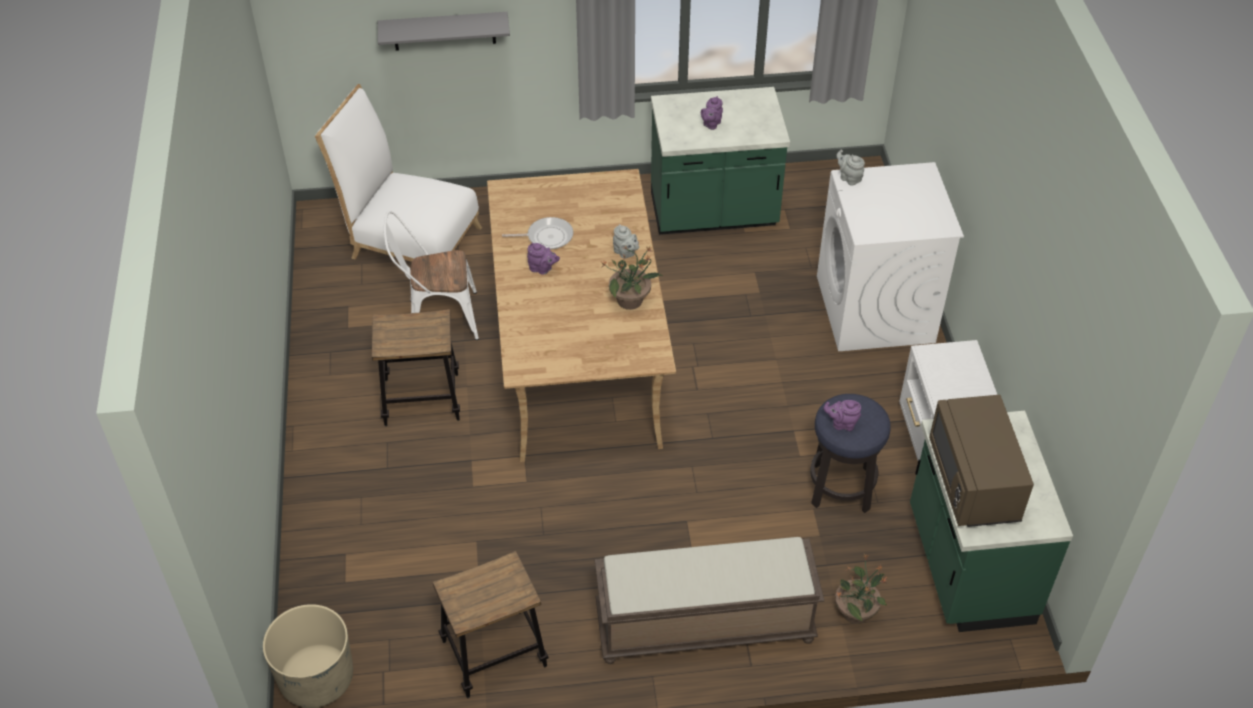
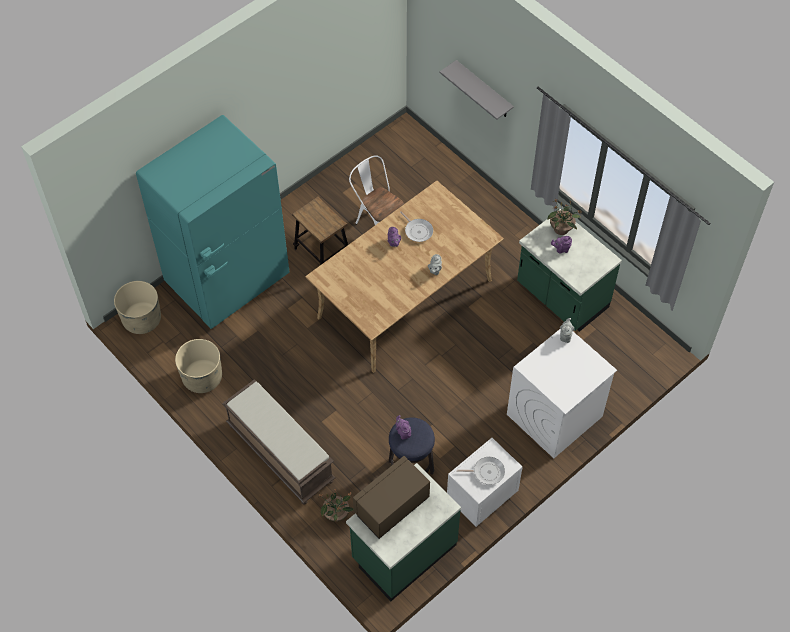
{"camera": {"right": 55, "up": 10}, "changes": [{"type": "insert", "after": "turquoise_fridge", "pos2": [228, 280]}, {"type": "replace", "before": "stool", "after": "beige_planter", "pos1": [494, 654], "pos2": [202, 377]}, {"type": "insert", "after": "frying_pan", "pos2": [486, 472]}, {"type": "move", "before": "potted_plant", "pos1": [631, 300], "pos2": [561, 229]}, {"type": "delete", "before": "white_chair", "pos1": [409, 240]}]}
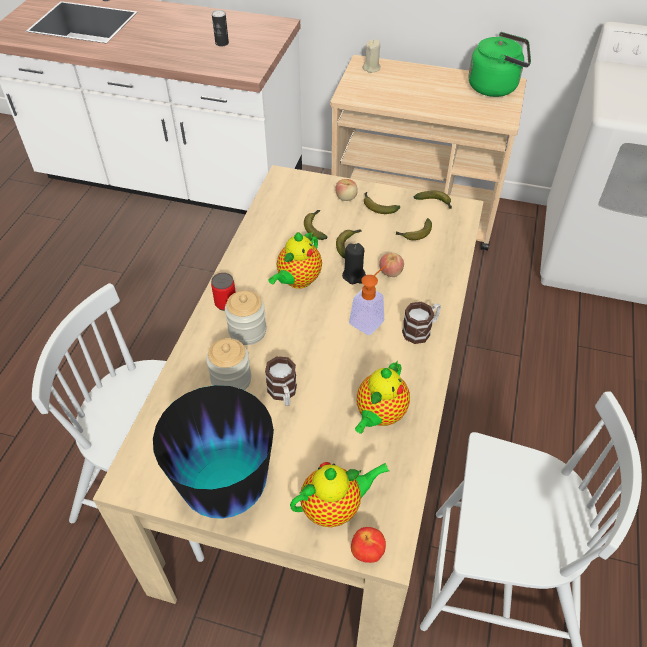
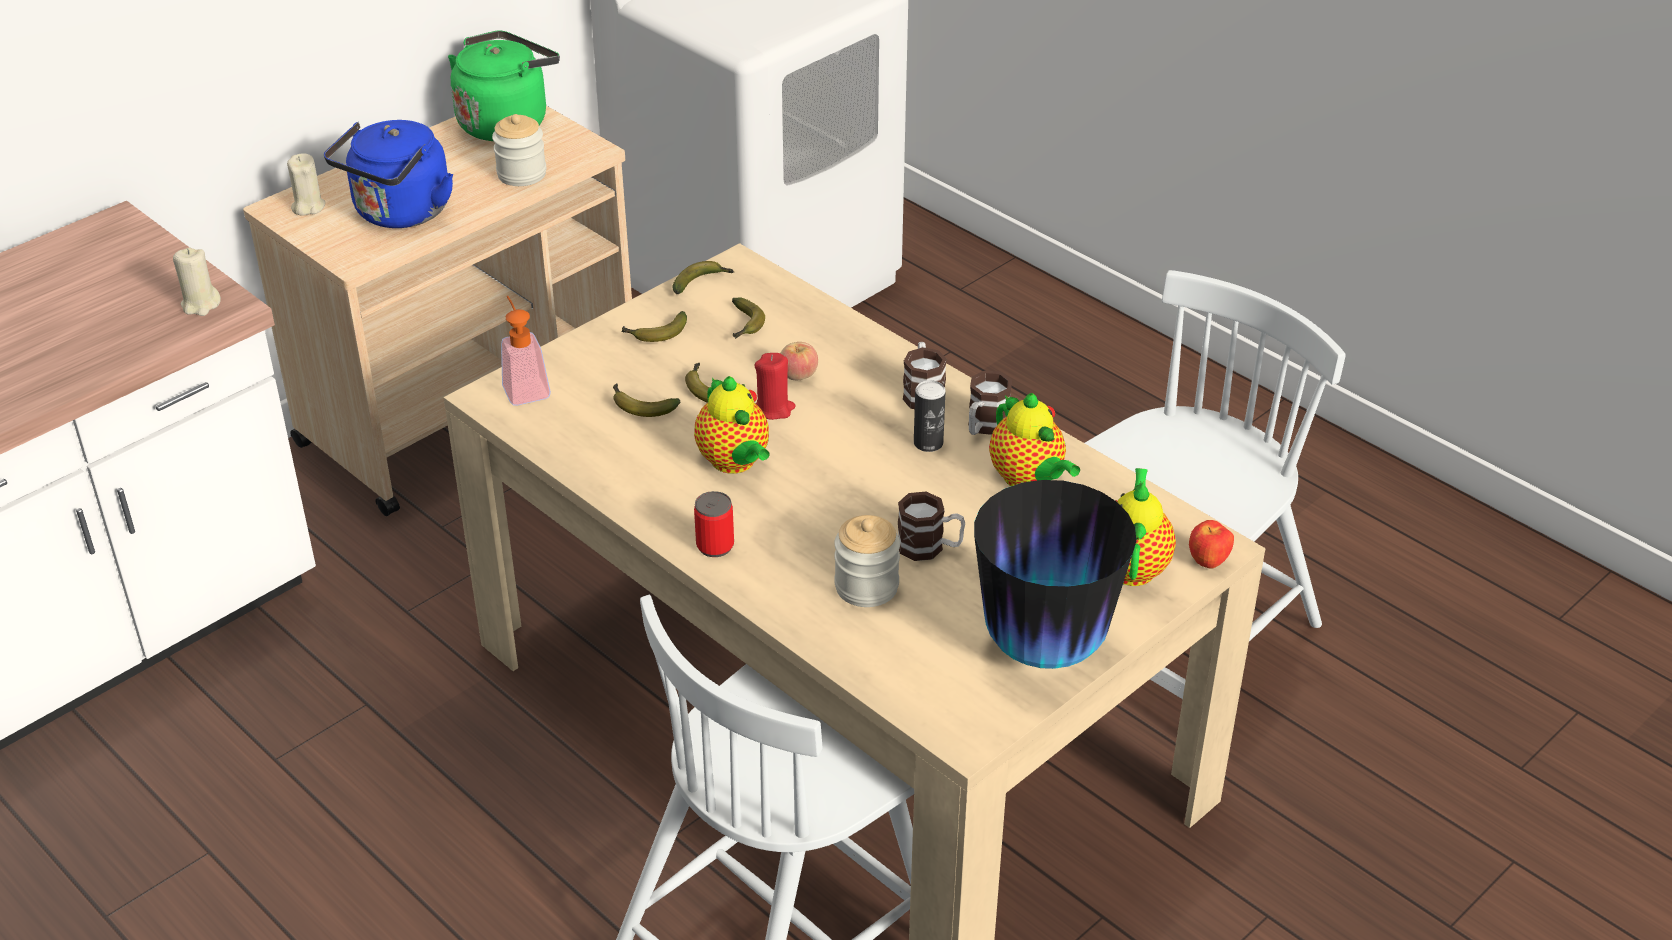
{"camera": {"right": -60, "up": -10}, "changes": [{"type": "insert", "after": "beige_candle", "pos2": [201, 305]}, {"type": "insert", "after": "blue_kettle", "pos2": [399, 214]}, {"type": "move", "before": "jar", "pos1": [247, 331], "pos2": [522, 174]}, {"type": "move", "before": "soap_dispenser", "pos1": [370, 319], "pos2": [524, 387]}, {"type": "recolor", "before": "black_candle", "after": "red_candle", "pos1": [354, 276], "pos2": [773, 409]}, {"type": "move", "before": "can", "pos1": [222, 43], "pos2": [928, 443]}, {"type": "insert", "after": "mug", "pos2": [984, 427]}, {"type": "delete", "before": "apple", "pos1": [346, 198]}]}
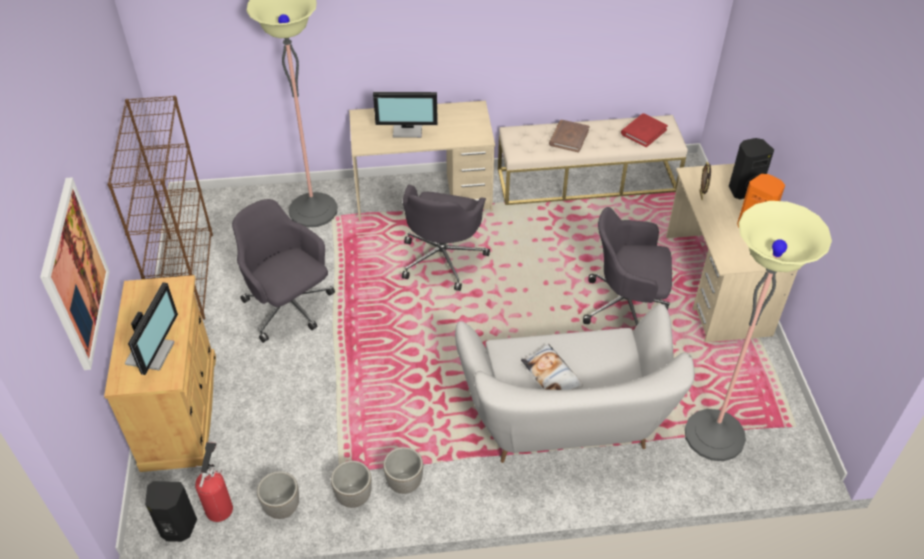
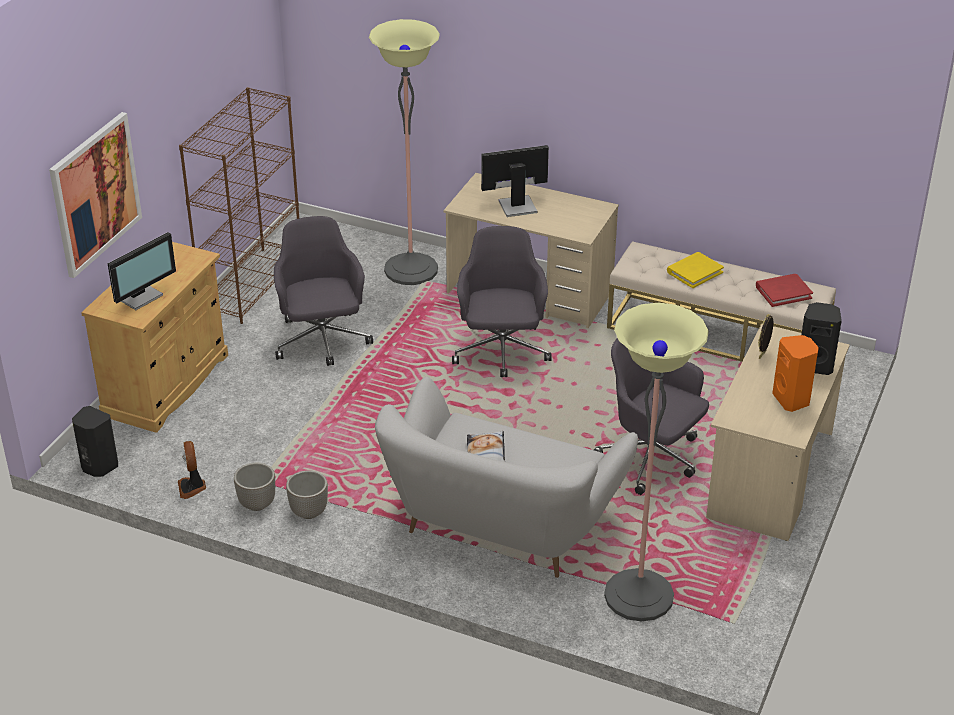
{"camera": {"right": 30, "up": -10}, "changes": [{"type": "replace", "before": "planter", "after": "fan", "pos1": [283, 507], "pos2": [192, 487]}, {"type": "rotate", "before": "grey_office_chair", "pos1": [443, 258], "pos2": [501, 352], "turn": 135}, {"type": "rotate", "before": "monitor", "pos1": [408, 129], "pos2": [516, 206], "turn": 135}, {"type": "recolor", "before": "brown_book", "after": "yellow_book", "pos1": [568, 138], "pos2": [694, 272]}, {"type": "delete", "before": "fire_extinguisher", "pos1": [220, 506]}]}
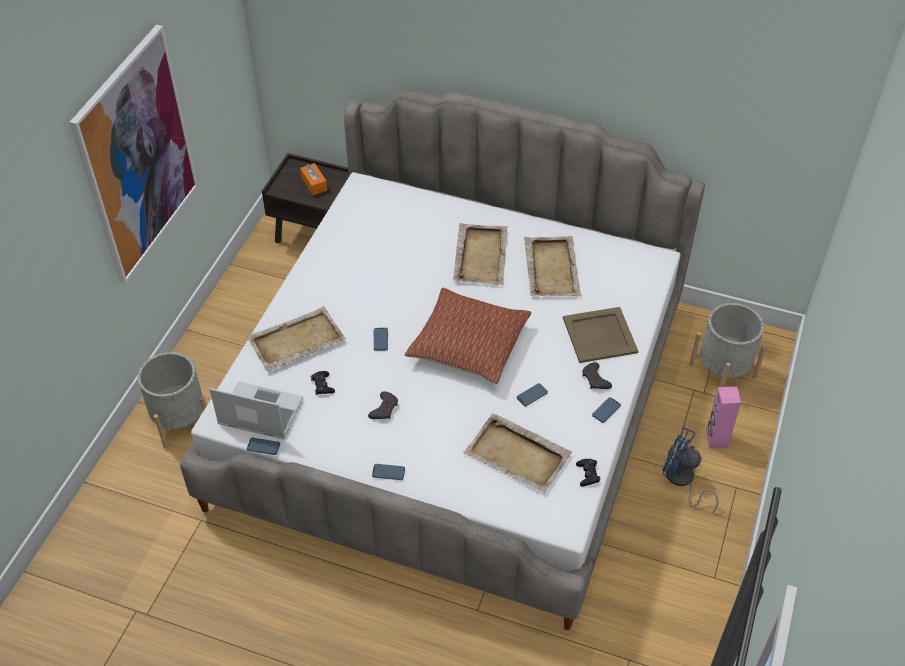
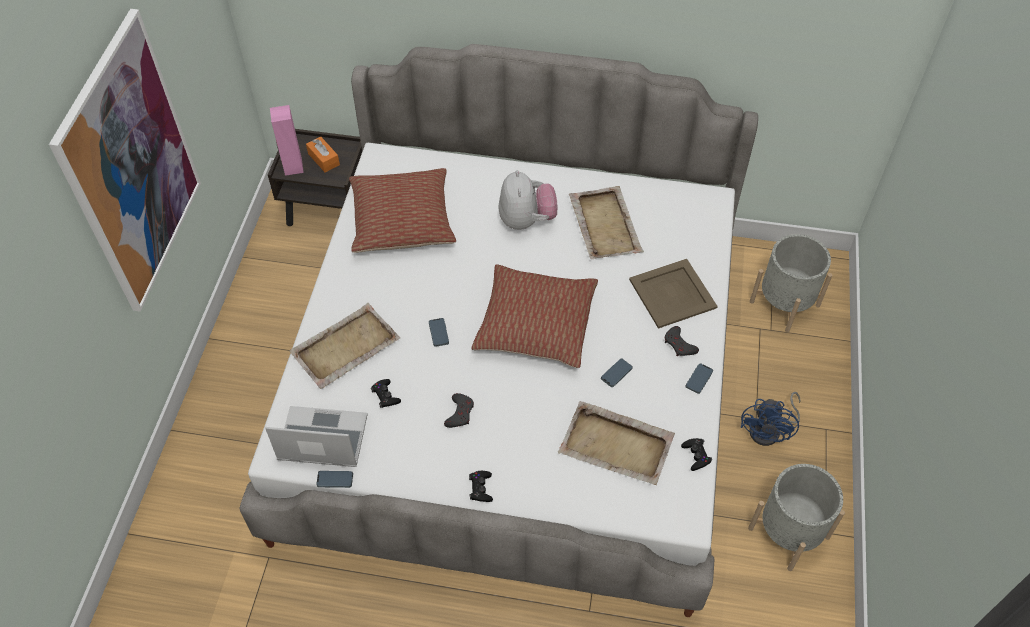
{"camera": {"right": -10, "up": 5}, "changes": [{"type": "move", "before": "pink_speaker", "pos1": [716, 439], "pos2": [293, 167]}, {"type": "insert", "after": "pillow", "pos2": [402, 221]}, {"type": "replace", "before": "phone", "after": "black_game_controller", "pos1": [388, 473], "pos2": [480, 488]}, {"type": "replace", "before": "beige_tray", "after": "plush_toy", "pos1": [481, 255], "pos2": [526, 220]}, {"type": "rotate", "before": "blue_fan", "pos1": [682, 481], "pos2": [770, 431], "turn": -90}, {"type": "move", "before": "grey_planter", "pos1": [180, 420], "pos2": [788, 532]}]}
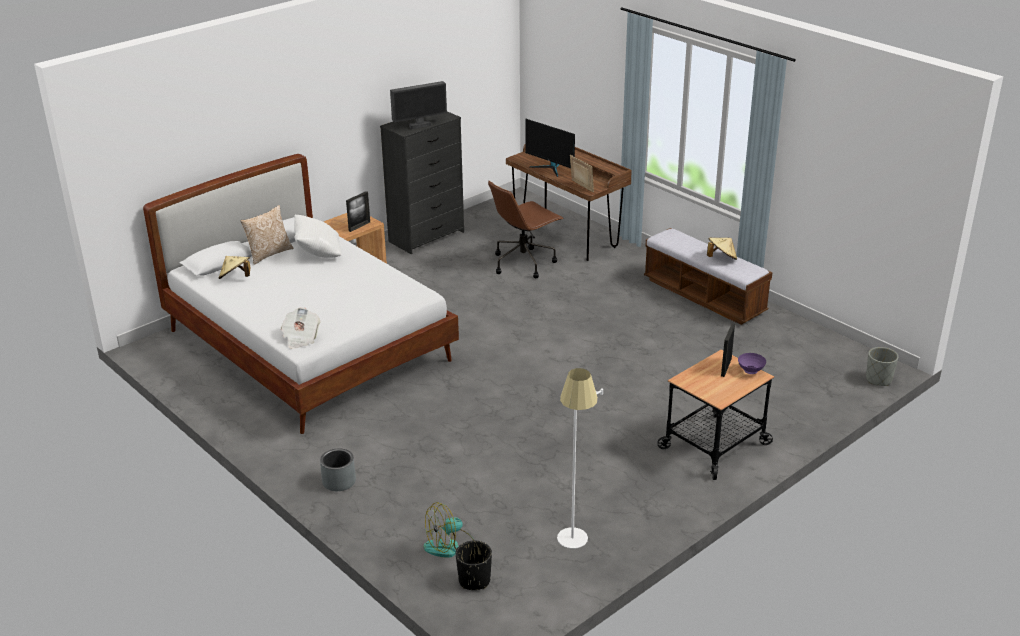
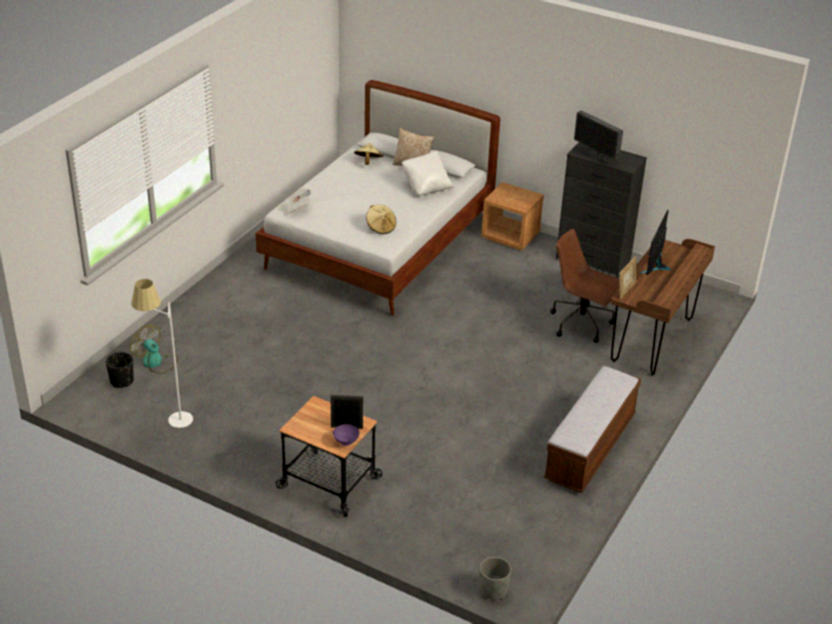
{"camera": {"right": 70, "up": 5}, "changes": [{"type": "move", "before": "beige_hat", "pos1": [721, 258], "pos2": [381, 227]}, {"type": "delete", "before": "grey_planter", "pos1": [339, 482]}, {"type": "delete", "before": "picture_frame", "pos1": [359, 226]}]}
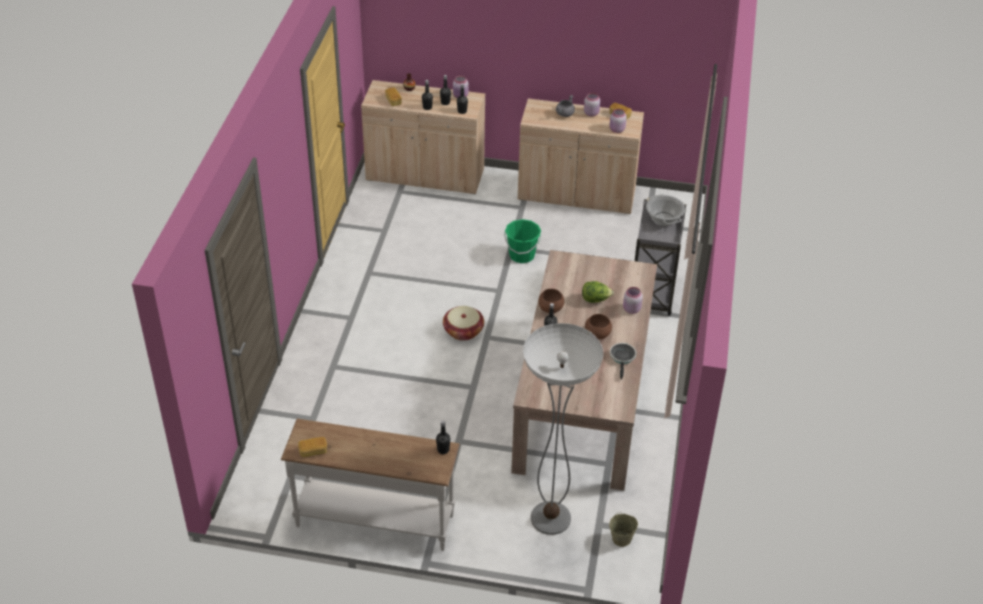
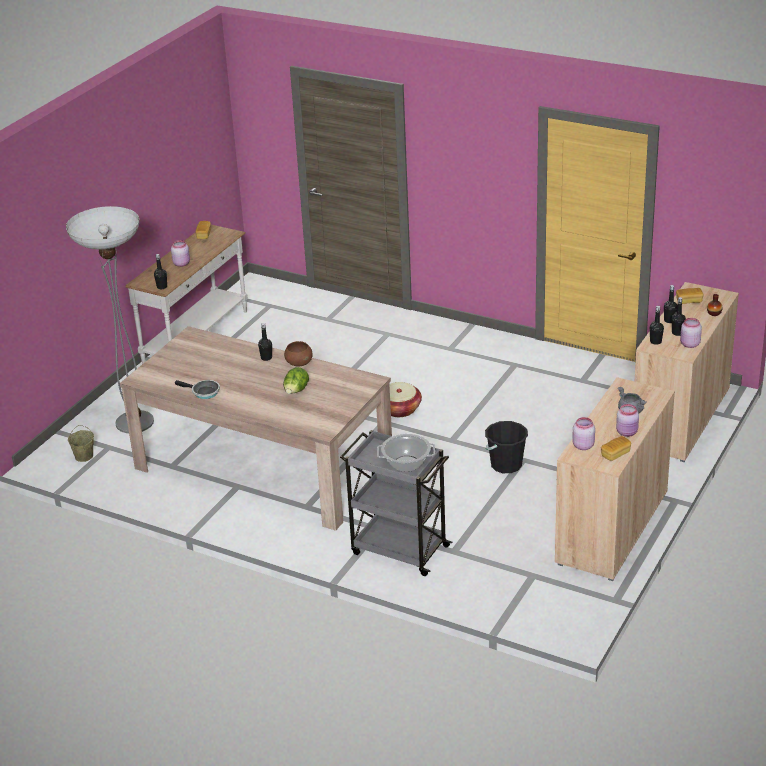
{"camera": {"right": 110, "up": -10}, "changes": [{"type": "move", "before": "pink_jar", "pos1": [631, 309], "pos2": [182, 263]}, {"type": "recolor", "before": "green_bucket", "after": "black_bucket", "pos1": [522, 255], "pos2": [506, 465]}, {"type": "delete", "before": "brown_bowl", "pos1": [597, 334]}]}
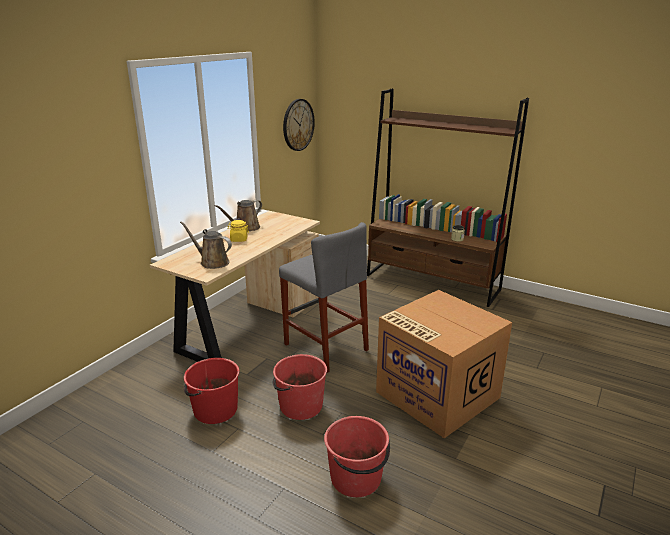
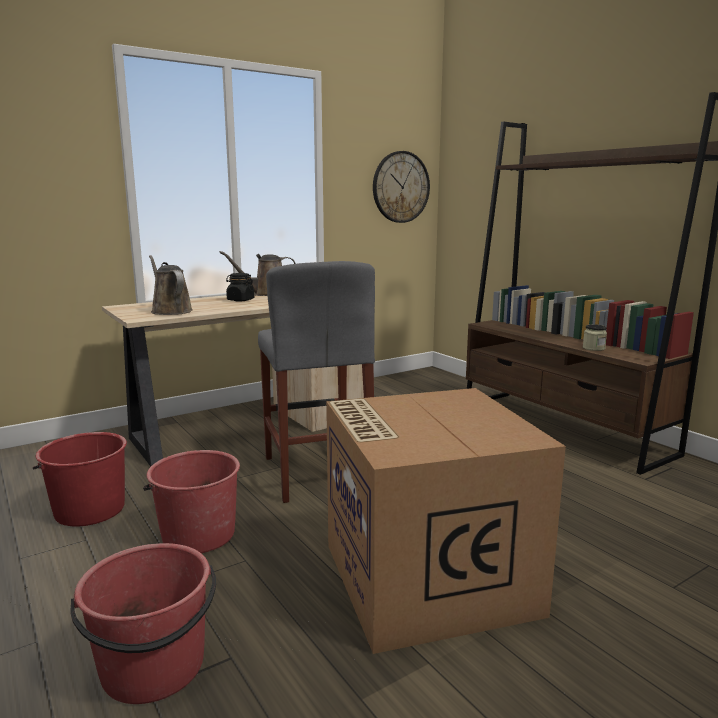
{"camera": {"right": 25, "up": -10}, "changes": [{"type": "recolor", "before": "yellow_jar", "after": "black_jar", "pos1": [238, 239], "pos2": [240, 300]}]}
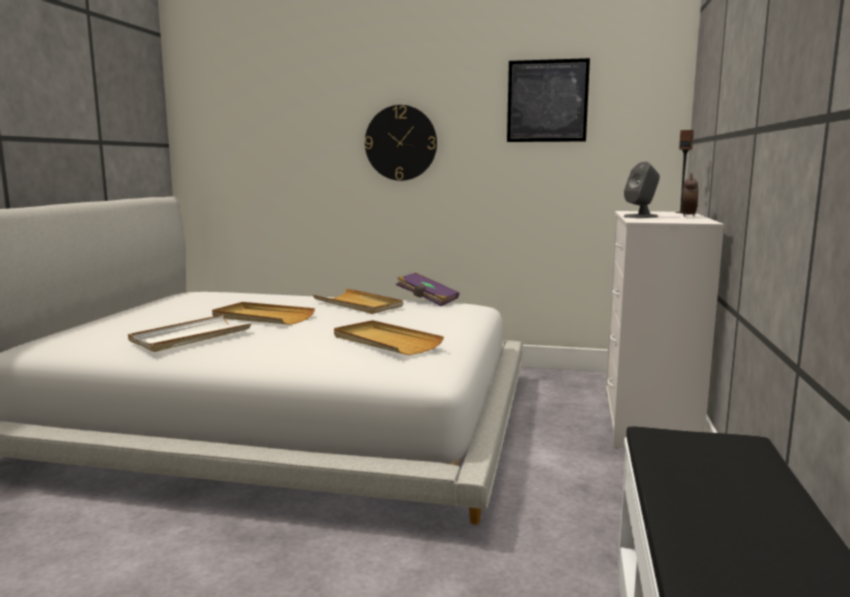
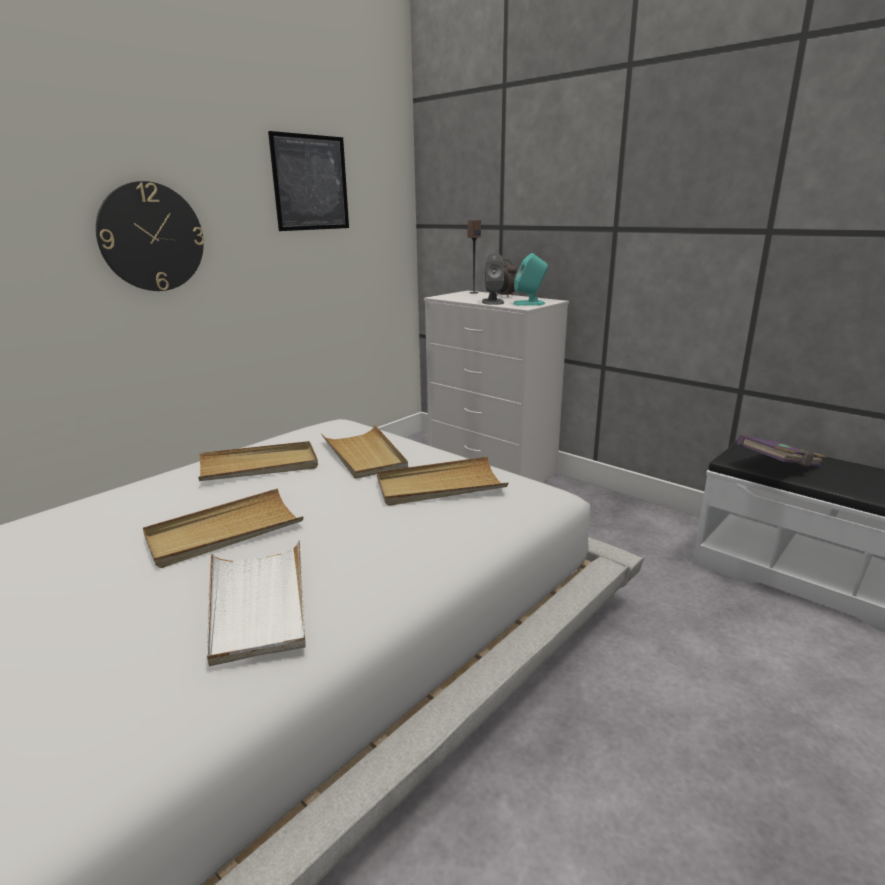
{"camera": {"right": -60, "up": 10}, "changes": [{"type": "insert", "after": "beige_tray", "pos2": [364, 455]}, {"type": "insert", "after": "turquoise_speaker", "pos2": [529, 303]}, {"type": "move", "before": "purple_book", "pos1": [427, 300], "pos2": [779, 466]}]}
